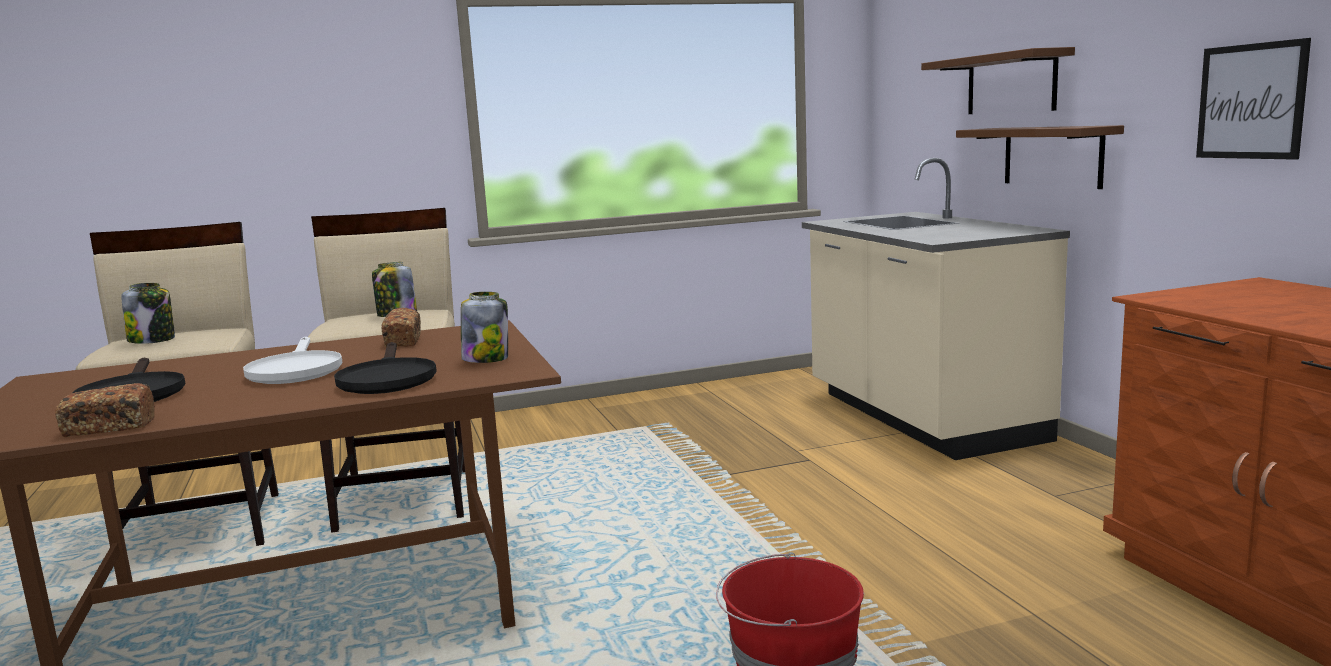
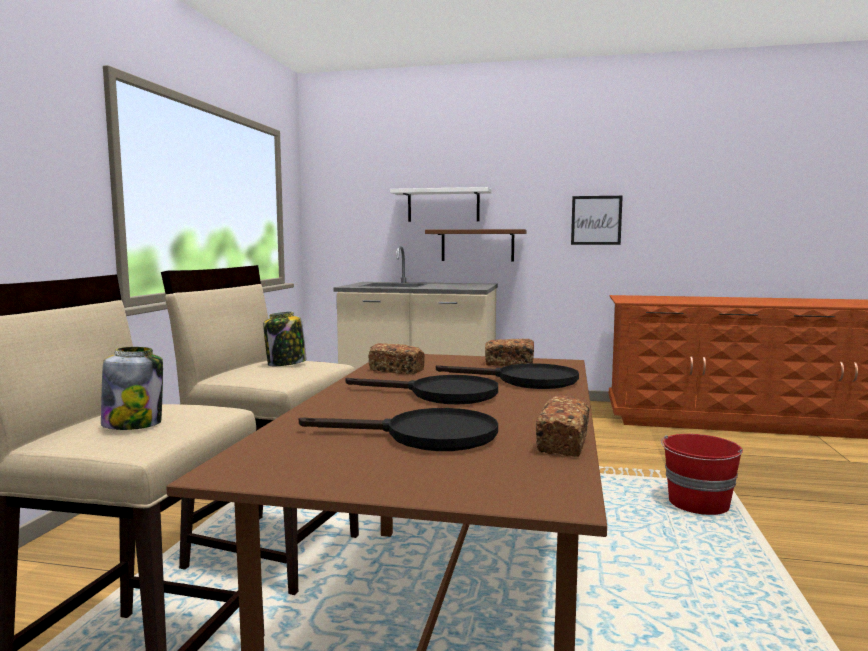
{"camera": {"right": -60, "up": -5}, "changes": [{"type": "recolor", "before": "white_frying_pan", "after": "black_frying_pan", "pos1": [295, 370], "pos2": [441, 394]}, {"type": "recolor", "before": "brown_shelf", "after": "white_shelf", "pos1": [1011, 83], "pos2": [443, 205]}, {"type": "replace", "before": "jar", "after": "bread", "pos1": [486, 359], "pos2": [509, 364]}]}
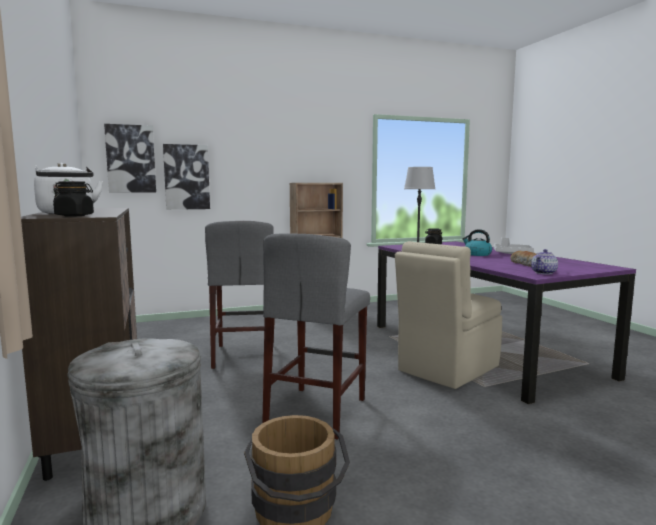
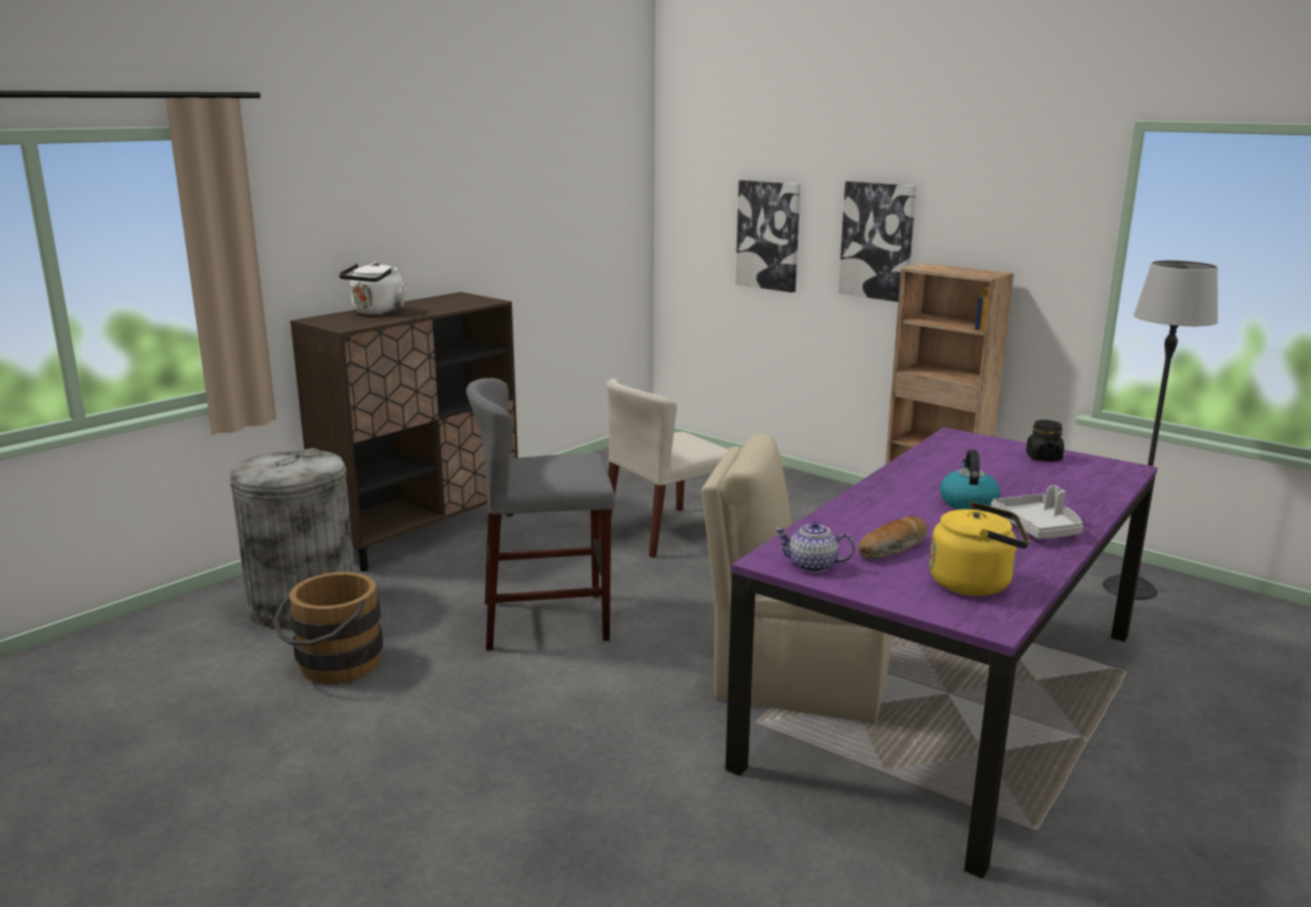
{"camera": {"right": 60, "up": 10}, "changes": [{"type": "replace", "before": "grey_stool", "after": "beige_chair", "pos1": [244, 355], "pos2": [666, 532]}, {"type": "move", "before": "picture", "pos1": [131, 159], "pos2": [877, 241]}, {"type": "insert", "after": "yellow_kettle", "pos2": [975, 583]}, {"type": "delete", "before": "black_jar", "pos1": [74, 216]}]}
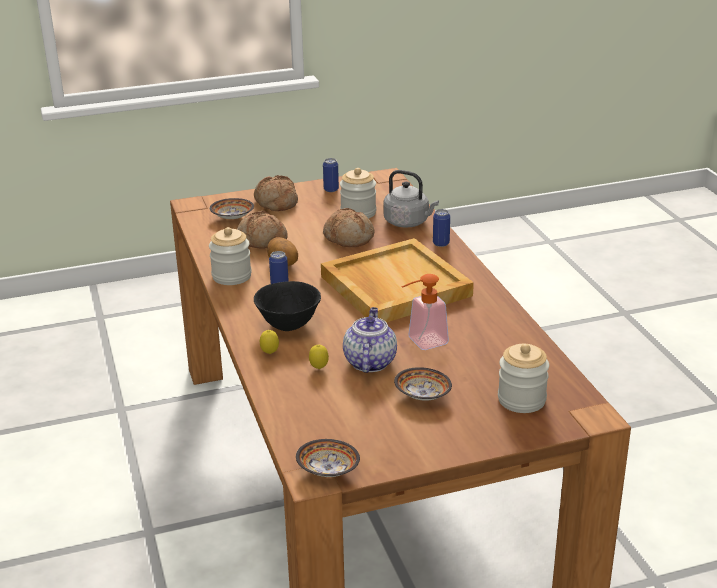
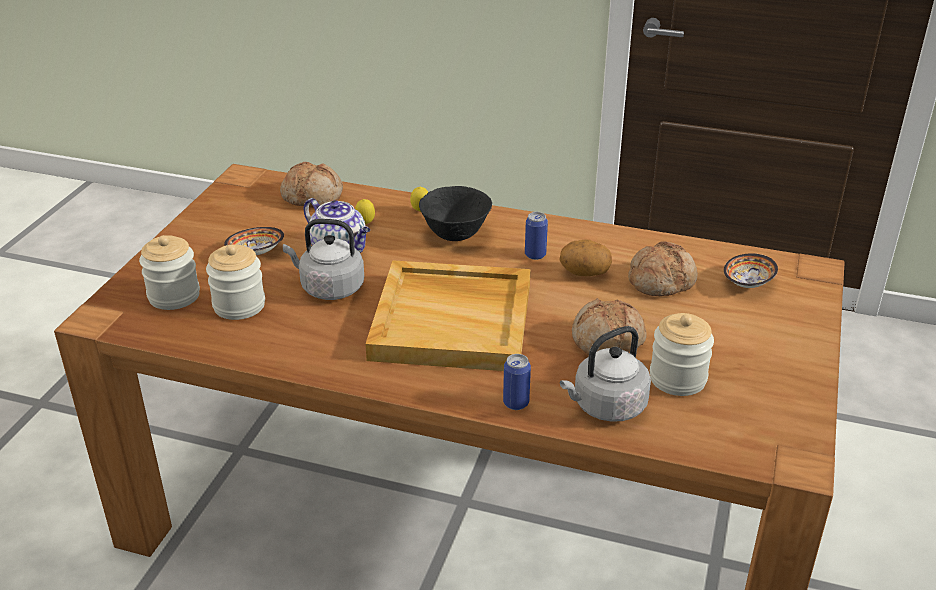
{"camera": {"right": 125, "up": 5}, "changes": [{"type": "move", "before": "jar", "pos1": [231, 276], "pos2": [239, 305]}, {"type": "move", "before": "bread", "pos1": [275, 203], "pos2": [313, 196]}, {"type": "replace", "before": "soap_dispenser", "after": "grey_kettle", "pos1": [422, 342], "pos2": [329, 288]}, {"type": "delete", "before": "bowl", "pos1": [328, 471]}, {"type": "delete", "before": "can", "pos1": [331, 189]}]}
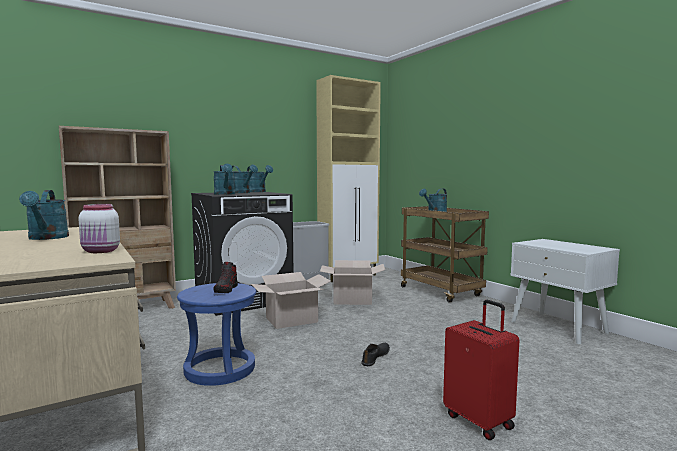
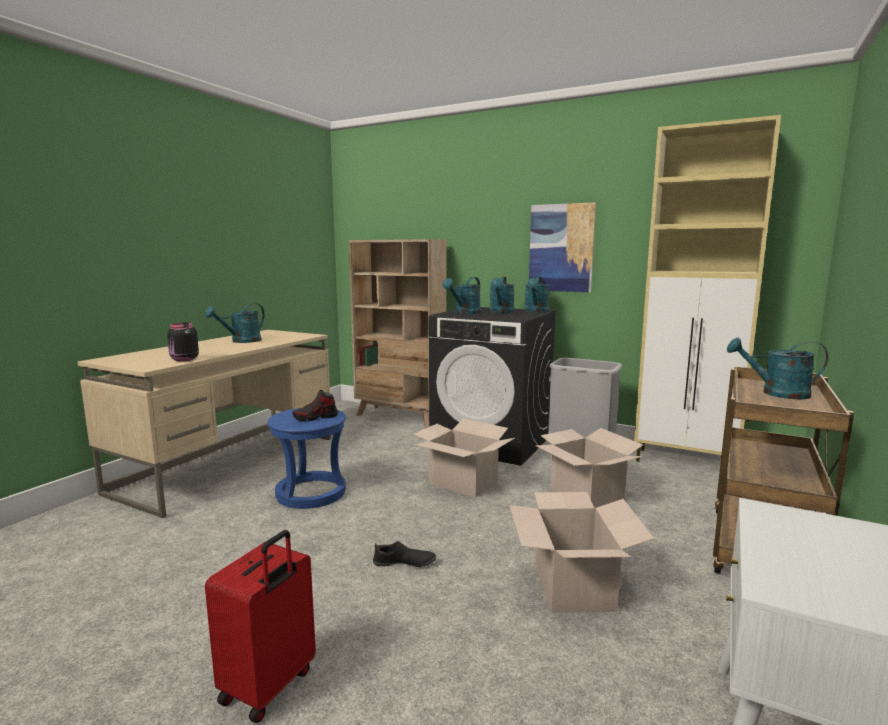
{"camera": {"right": 60, "up": 5}, "changes": [{"type": "recolor", "before": "white_jar", "after": "black_jar", "pos1": [101, 251], "pos2": [184, 359]}, {"type": "insert", "after": "cardboard_box", "pos2": [574, 586]}, {"type": "insert", "after": "picture", "pos2": [561, 248]}]}
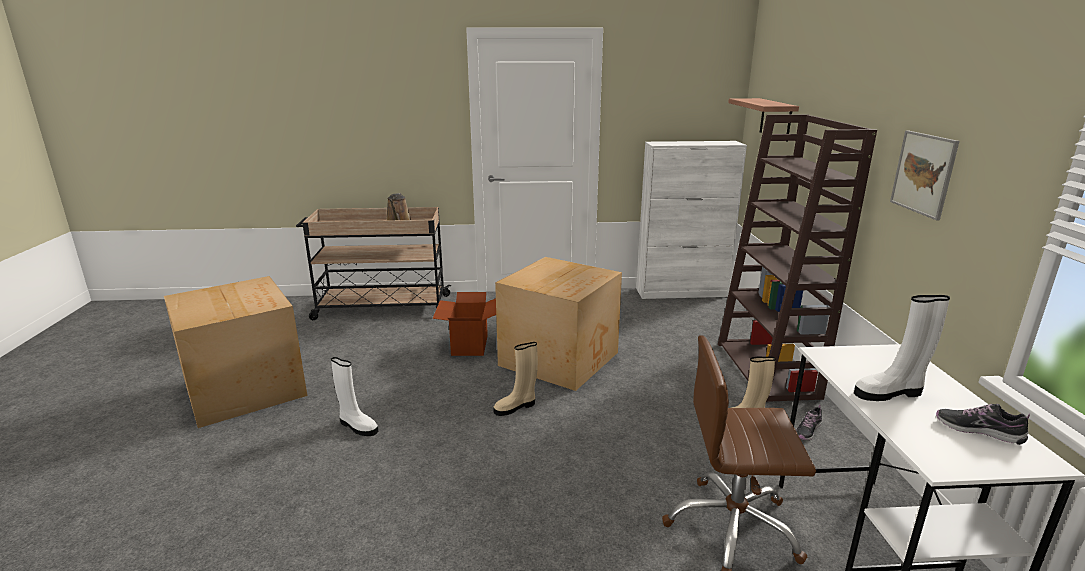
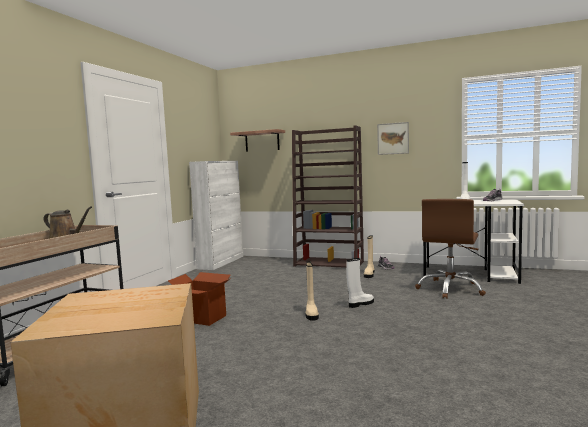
{"camera": {"right": -65, "up": -15}, "changes": [{"type": "move", "before": "white_boot", "pos1": [357, 426], "pos2": [360, 304]}, {"type": "delete", "before": "cardboard_box", "pos1": [561, 358]}]}
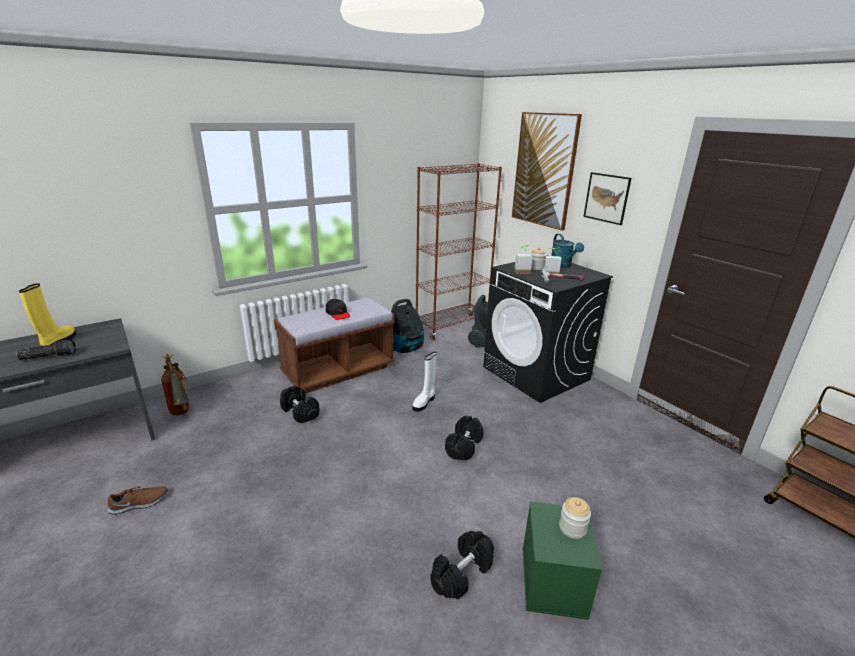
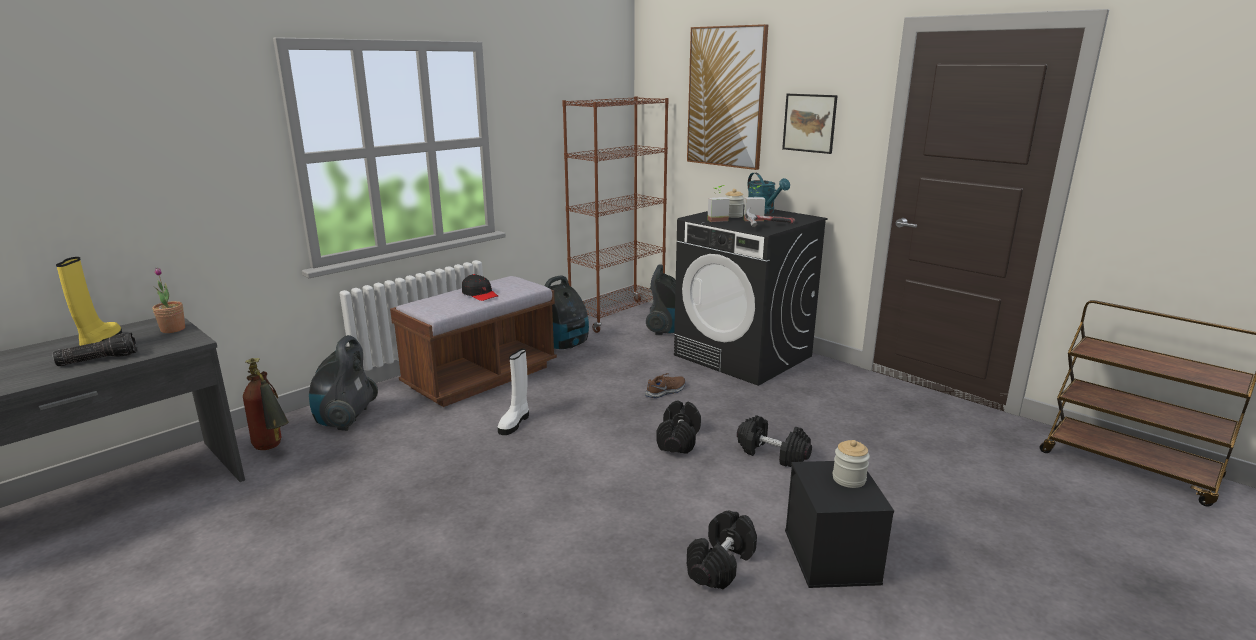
{"camera": {"right": -10, "up": -5}, "changes": [{"type": "insert", "after": "potted_plant", "pos2": [173, 329]}, {"type": "insert", "after": "vacuum_cleaner", "pos2": [345, 419]}, {"type": "move", "before": "white_boot", "pos1": [424, 402], "pos2": [514, 423]}, {"type": "move", "before": "brown_shoe", "pos1": [139, 503], "pos2": [666, 391]}, {"type": "move", "before": "black_dumbbell", "pos1": [300, 412], "pos2": [772, 453]}, {"type": "recolor", "before": "green_storage_box", "after": "black_storage_box", "pos1": [554, 582], "pos2": [832, 557]}]}
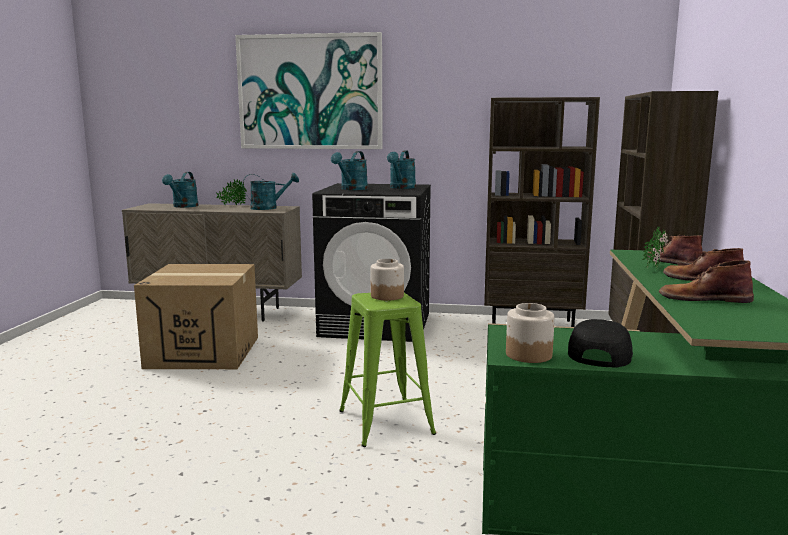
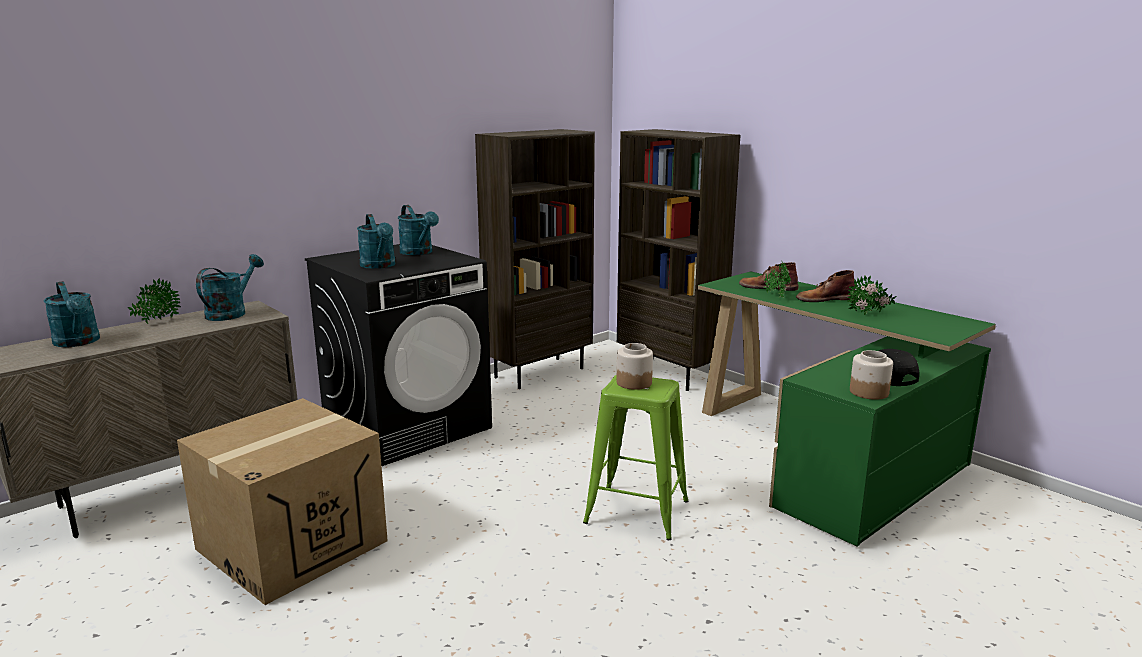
{"camera": {"right": -50, "up": 5}, "changes": [{"type": "replace", "before": "brown_boot", "after": "potted_plant", "pos1": [703, 298], "pos2": [869, 314]}, {"type": "delete", "before": "picture", "pos1": [310, 92]}]}
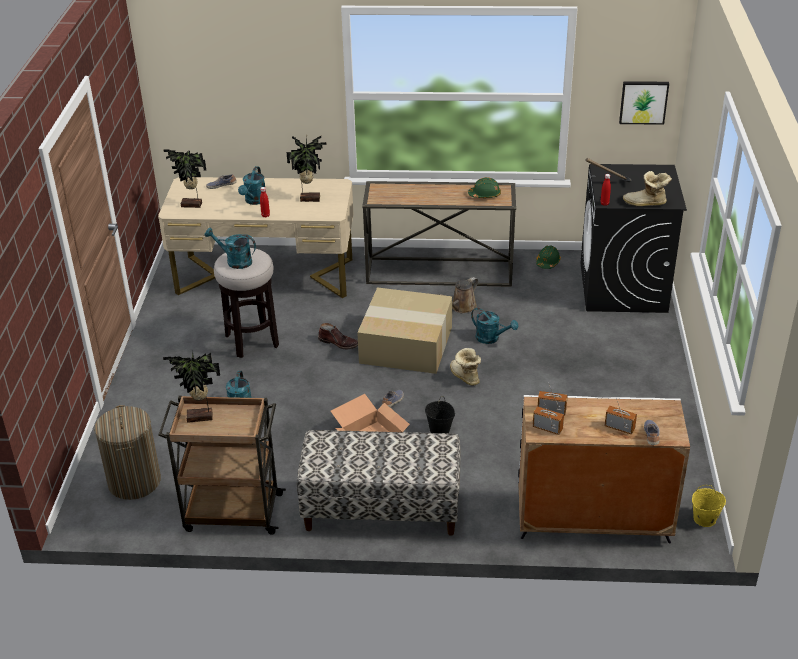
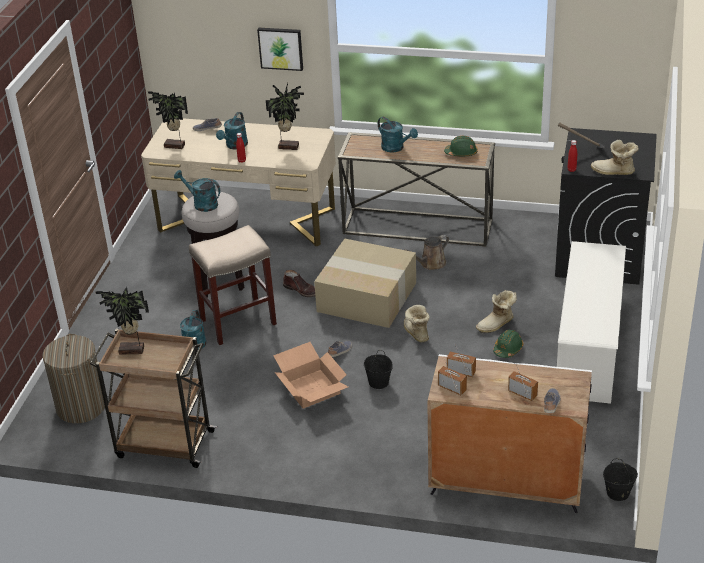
{"camera": {"right": 10, "up": 0}, "changes": [{"type": "insert", "after": "beige_stool", "pos2": [237, 322]}, {"type": "move", "before": "picture", "pos1": [643, 102], "pos2": [281, 48]}, {"type": "move", "before": "turquoise_watering_can", "pos1": [491, 338], "pos2": [396, 148]}, {"type": "insert", "after": "boot", "pos2": [497, 325]}, {"type": "move", "before": "green_hard_hat", "pos1": [547, 262], "pos2": [508, 349]}, {"type": "insert", "after": "white_shoe_rack", "pos2": [588, 350]}, {"type": "recolor", "before": "yellow_bucket", "after": "black_bucket", "pos1": [704, 519], "pos2": [617, 493]}, {"type": "delete", "before": "bench", "pos1": [381, 510]}]}
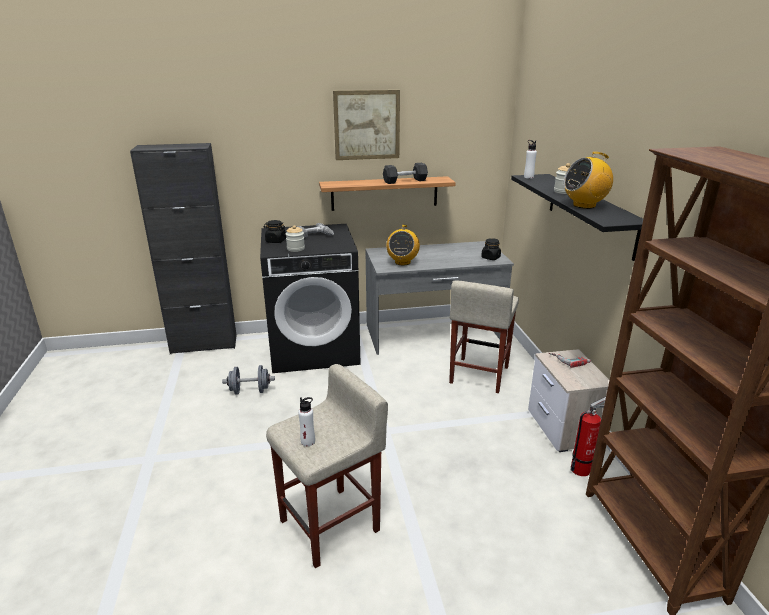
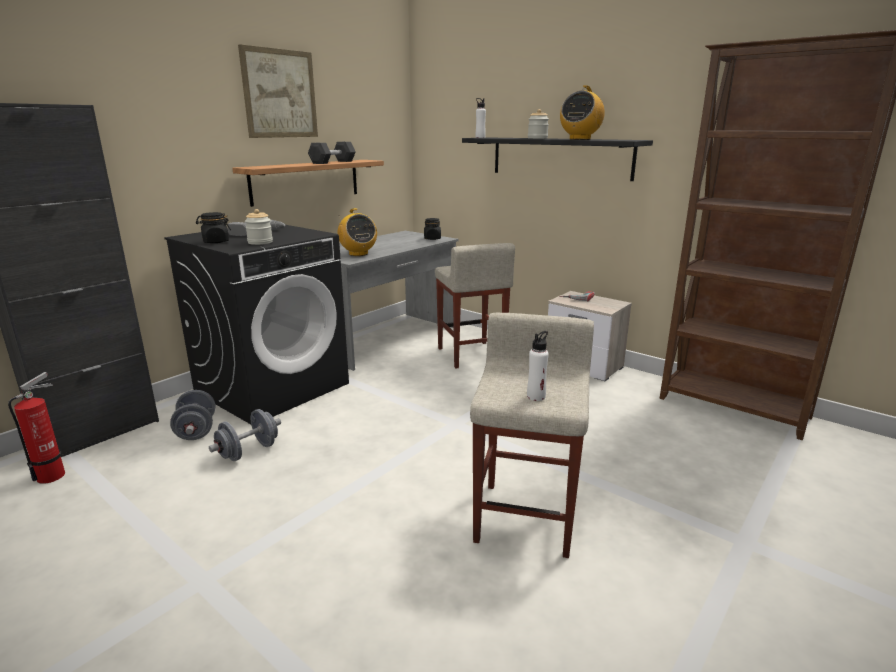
{"camera": {"right": -40, "up": -5}, "changes": [{"type": "move", "before": "fire_extinguisher", "pos1": [582, 469], "pos2": [54, 474]}, {"type": "insert", "after": "grey_dumbbell", "pos2": [196, 430]}]}
